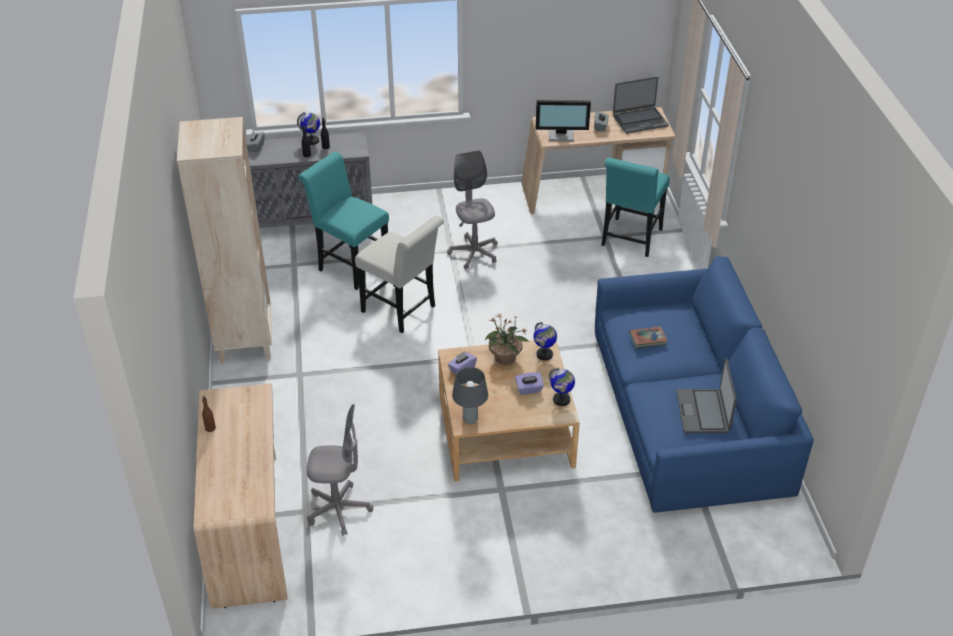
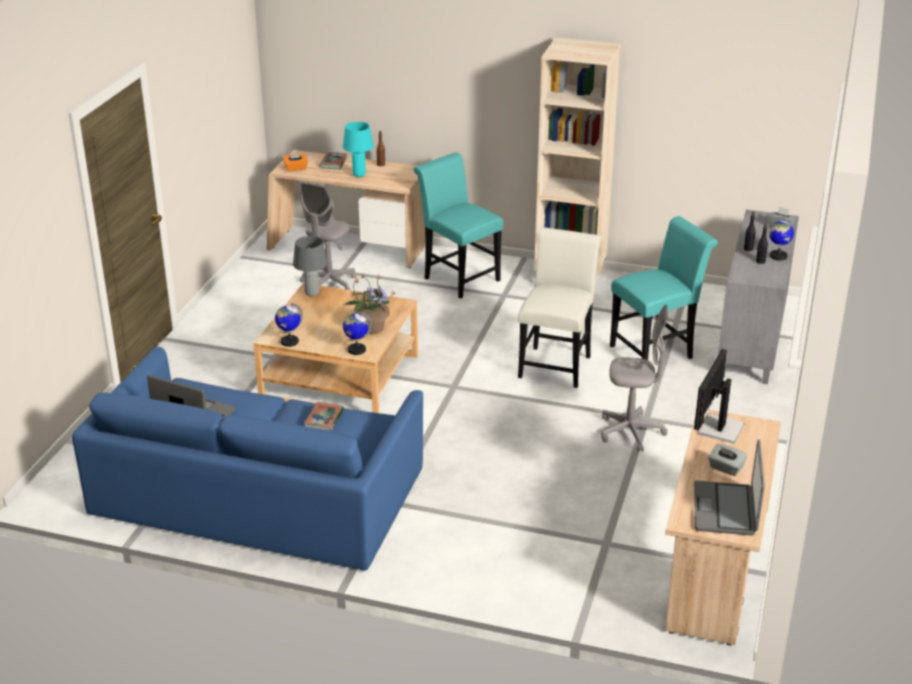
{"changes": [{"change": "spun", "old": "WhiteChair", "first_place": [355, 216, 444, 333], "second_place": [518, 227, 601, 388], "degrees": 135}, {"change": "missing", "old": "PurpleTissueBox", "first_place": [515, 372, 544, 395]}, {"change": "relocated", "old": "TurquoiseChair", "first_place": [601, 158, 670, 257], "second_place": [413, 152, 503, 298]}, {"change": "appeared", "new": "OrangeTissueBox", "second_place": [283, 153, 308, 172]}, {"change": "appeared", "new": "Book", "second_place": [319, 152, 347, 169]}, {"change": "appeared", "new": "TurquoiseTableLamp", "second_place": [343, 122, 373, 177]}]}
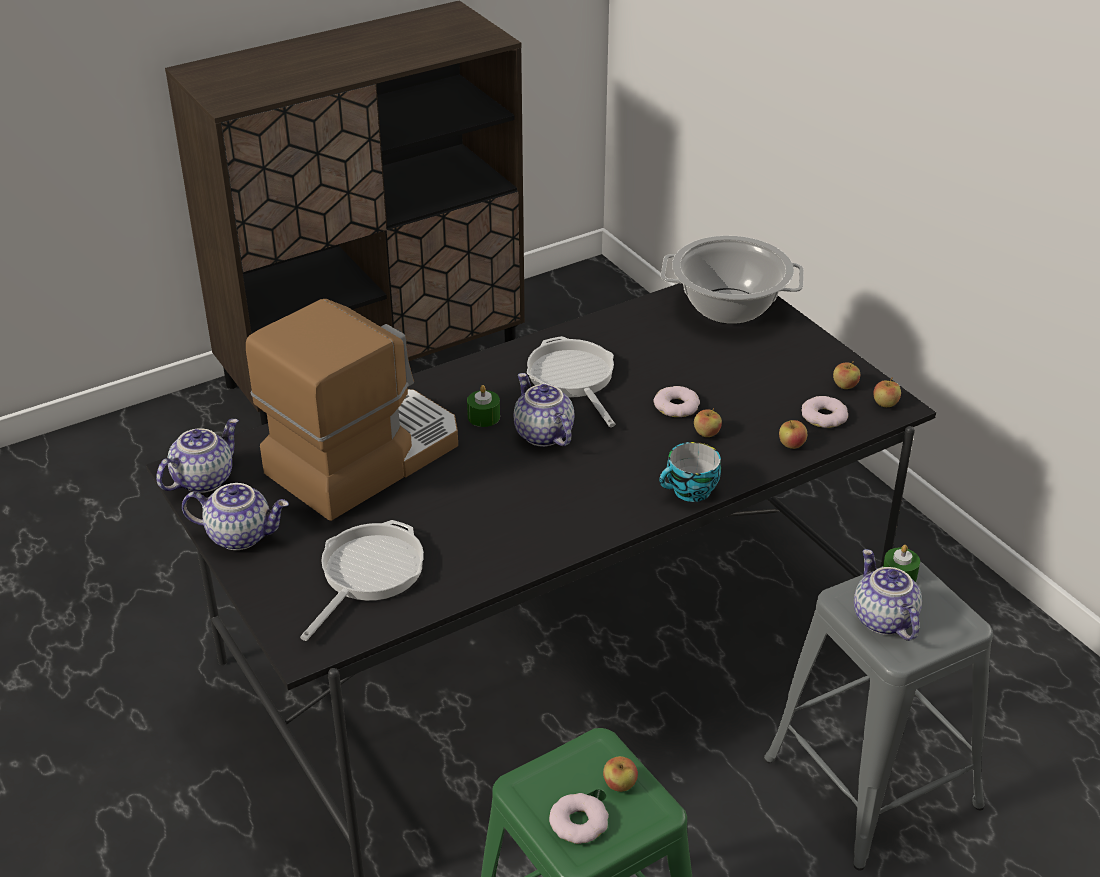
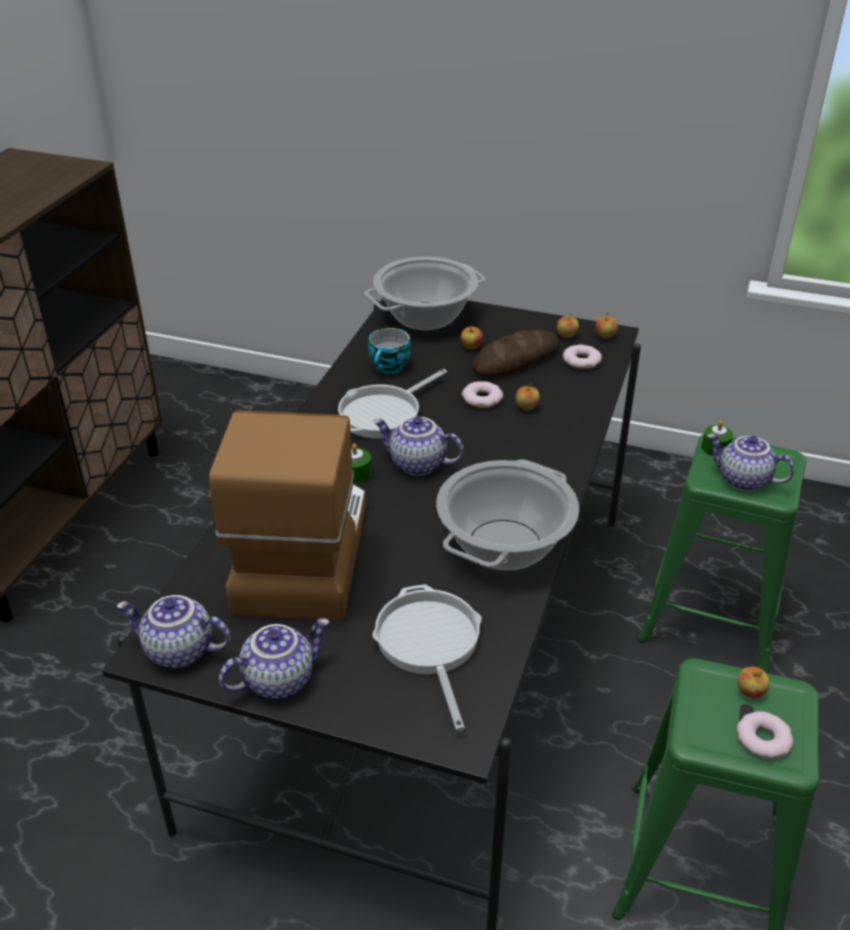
{"changes": [{"change": "spun", "old": "Teapot", "first_place": [156, 419, 239, 493], "second_place": [117, 595, 231, 668], "degrees": -75}, {"change": "spun", "old": "FryingPan", "first_place": [527, 336, 615, 427], "second_place": [338, 369, 447, 439], "degrees": -75}, {"change": "relocated", "old": "Cup", "first_place": [659, 442, 721, 502], "second_place": [368, 328, 411, 374]}, {"change": "colour", "old": "GreyStool", "new": "GreenStool", "first_place": [764, 562, 993, 871], "second_place": [637, 434, 806, 674]}, {"change": "relocated", "old": "Apple", "first_place": [779, 420, 807, 449], "second_place": [461, 326, 483, 349]}, {"change": "appeared", "new": "CookingPot", "second_place": [436, 460, 579, 570]}, {"change": "appeared", "new": "Bread", "second_place": [472, 330, 560, 377]}]}
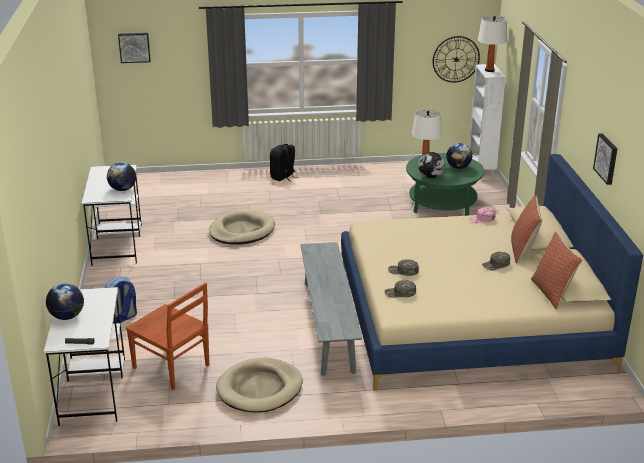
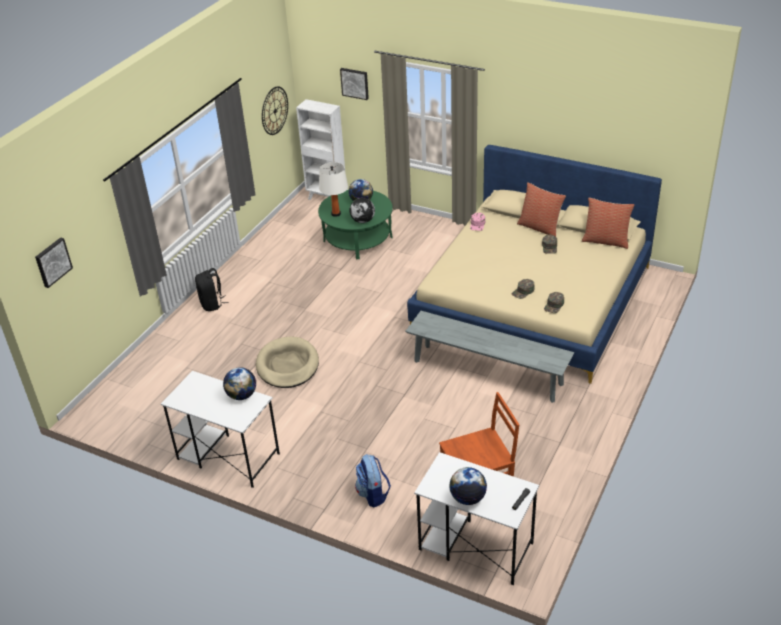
{"changes": [{"change": "missing", "old": "BeigeDogBed", "first_place": [216, 358, 303, 412]}, {"change": "missing", "old": "WhiteTableLamp", "first_place": [478, 15, 507, 72]}, {"change": "relocated", "old": "Picture", "first_place": [593, 133, 617, 185], "second_place": [340, 68, 369, 100]}]}
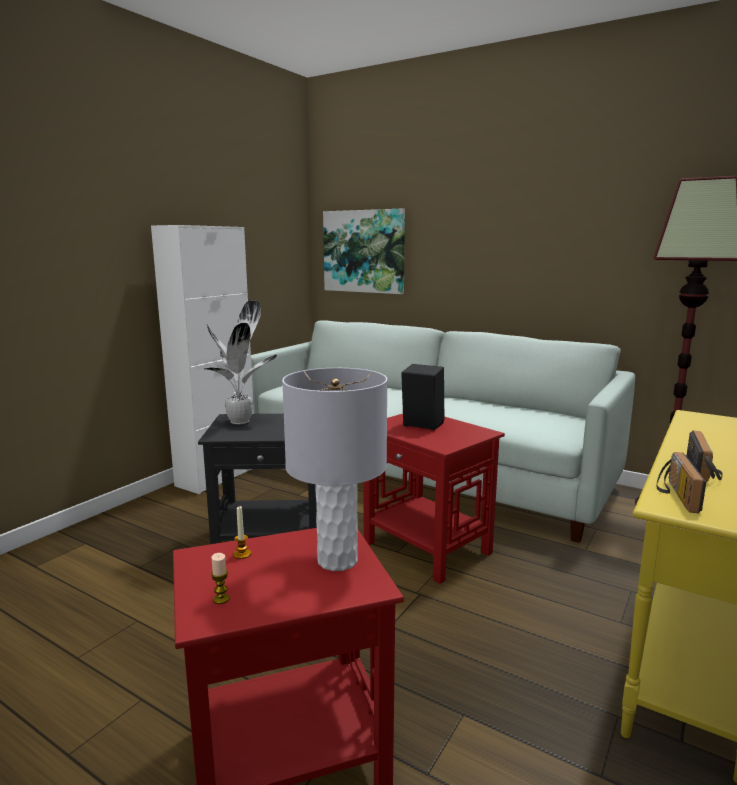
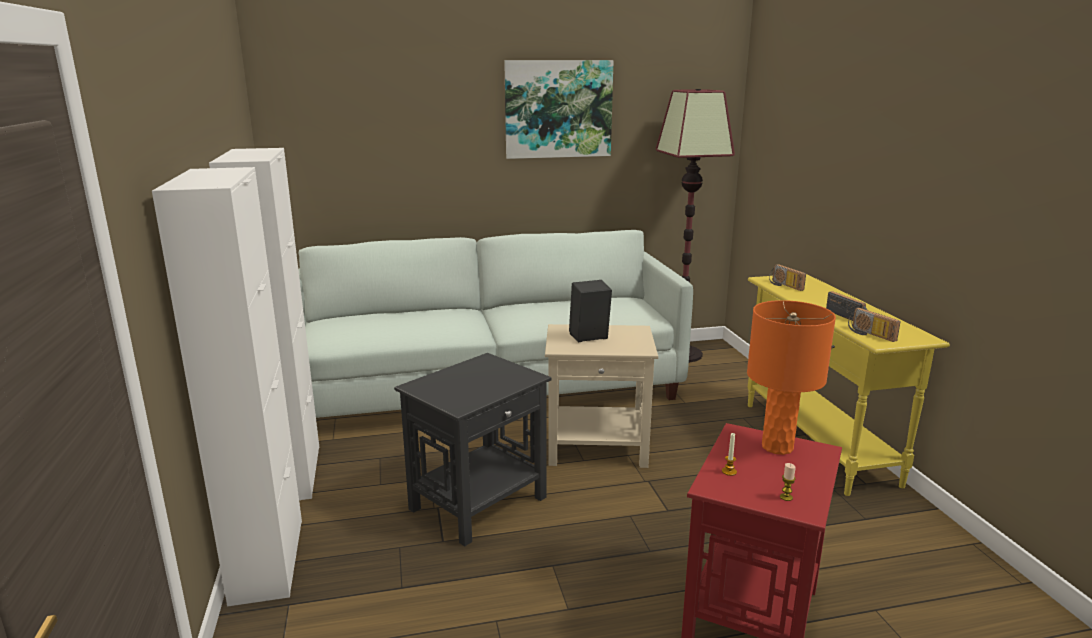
{"changes": [{"change": "missing", "old": "PottedPlant", "first_place": [204, 300, 277, 424]}, {"change": "colour", "old": "GreyTableLamp", "new": "OrangeTableLamp", "first_place": [282, 368, 388, 571], "second_place": [747, 300, 836, 455]}, {"change": "relocated", "old": "Picture", "first_place": [323, 209, 405, 294], "second_place": [504, 60, 614, 159]}, {"change": "colour", "old": "RedSideTable", "new": "BeigeSideTable", "first_place": [364, 414, 505, 584], "second_place": [545, 324, 658, 468]}, {"change": "appeared", "new": "WhiteCabinet", "second_place": [152, 167, 302, 607]}, {"change": "appeared", "new": "Radio", "second_place": [769, 264, 806, 291]}]}
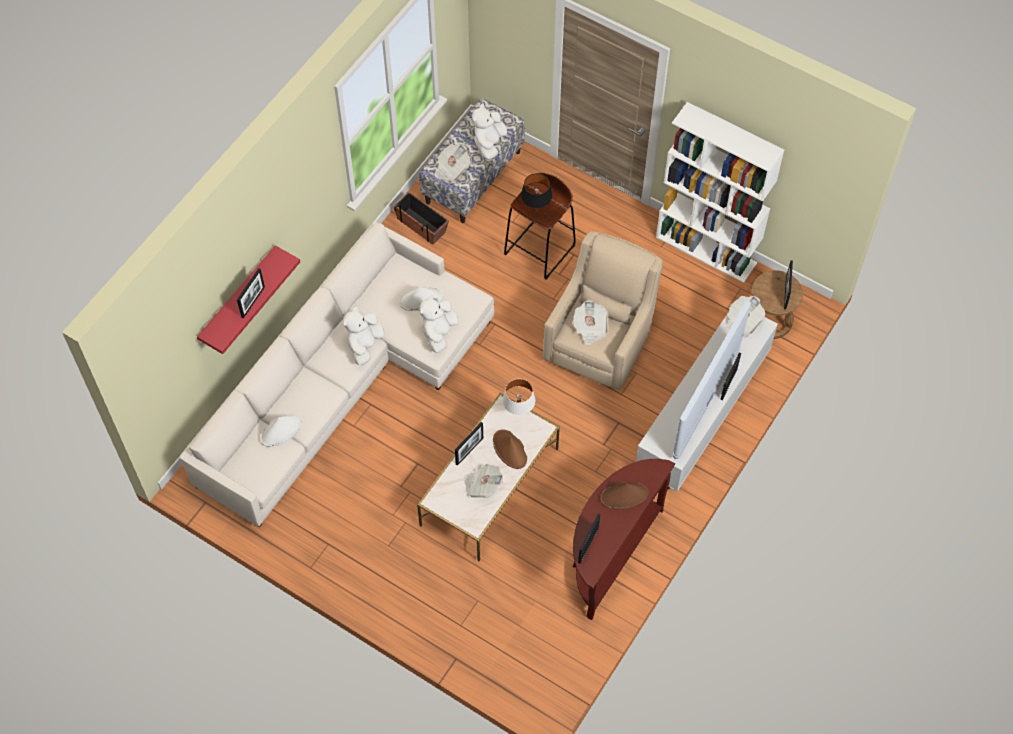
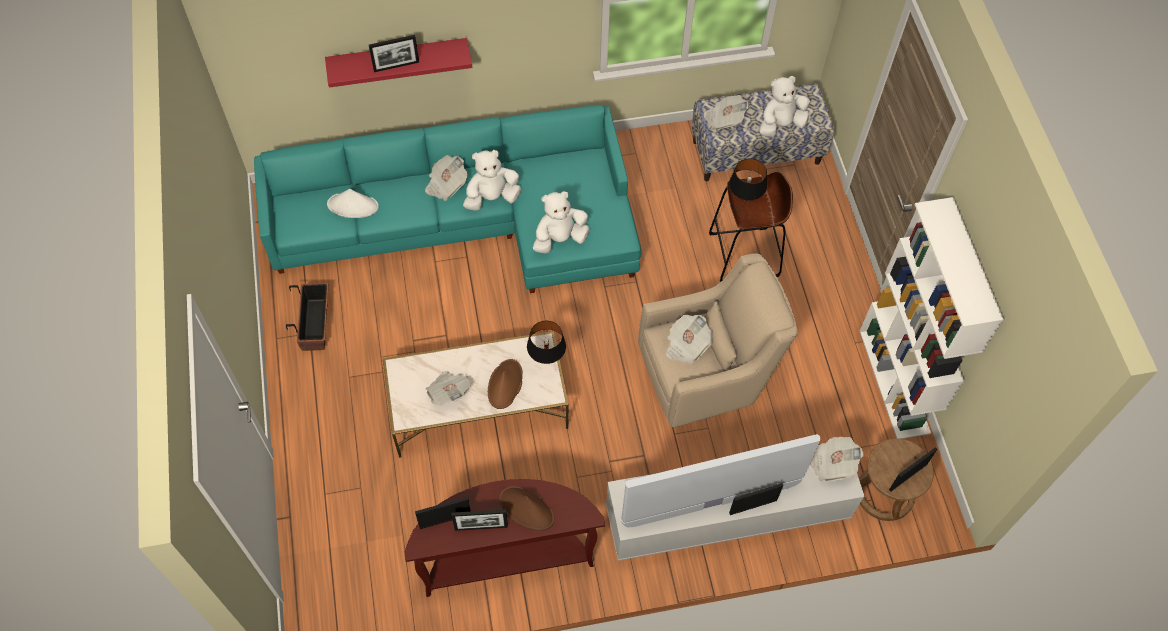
{"changes": [{"change": "colour", "old": "WhiteSofa", "new": "TurquoiseSofa", "first_place": [180, 221, 495, 527], "second_place": [254, 105, 641, 293]}, {"change": "relocated", "old": "Planter", "first_place": [394, 192, 449, 245], "second_place": [286, 283, 328, 351]}, {"change": "missing", "old": "WhiteHat", "first_place": [399, 287, 444, 311]}, {"change": "relocated", "old": "PictureFrame", "first_place": [455, 422, 483, 466], "second_place": [451, 509, 508, 531]}, {"change": "colour", "old": "WhiteTableLamp", "new": "BlackTableLamp", "first_place": [502, 379, 535, 415], "second_place": [527, 321, 566, 364]}, {"change": "appeared", "new": "Newspaper", "second_place": [425, 155, 467, 201]}]}
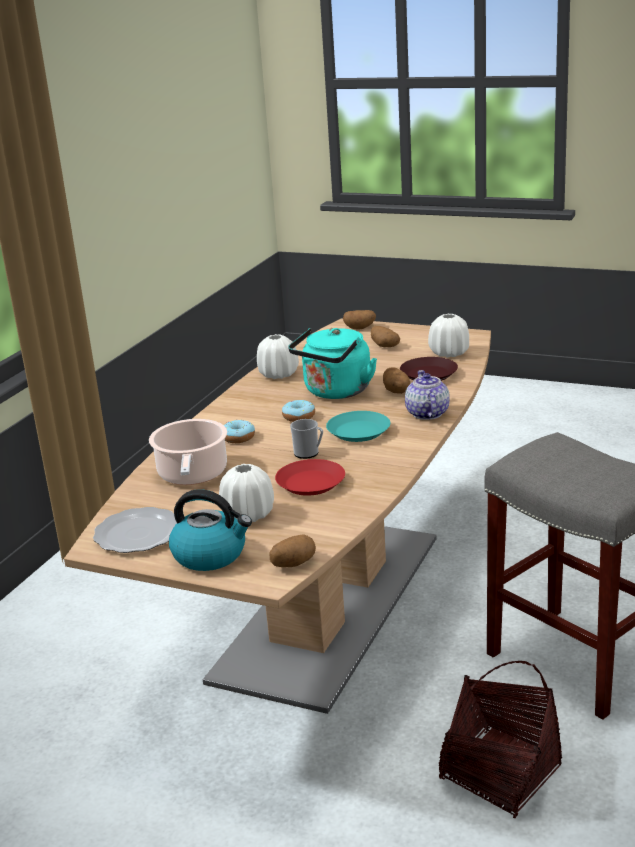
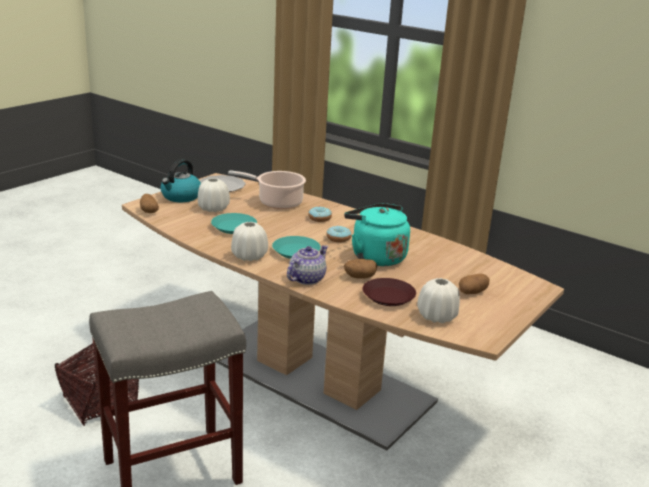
{"changes": [{"change": "relocated", "old": "WhiteVase", "first_place": [257, 334, 299, 379], "second_place": [231, 222, 268, 261]}, {"change": "colour", "old": "RedPlate", "new": "TurquoisePlate", "first_place": [275, 459, 345, 496], "second_place": [211, 213, 257, 234]}, {"change": "missing", "old": "Mug", "first_place": [290, 419, 323, 459]}, {"change": "missing", "old": "Potato", "first_place": [343, 310, 376, 330]}, {"change": "spun", "old": "Teapot", "first_place": [405, 370, 450, 420], "second_place": [287, 245, 328, 285], "degrees": -60}]}
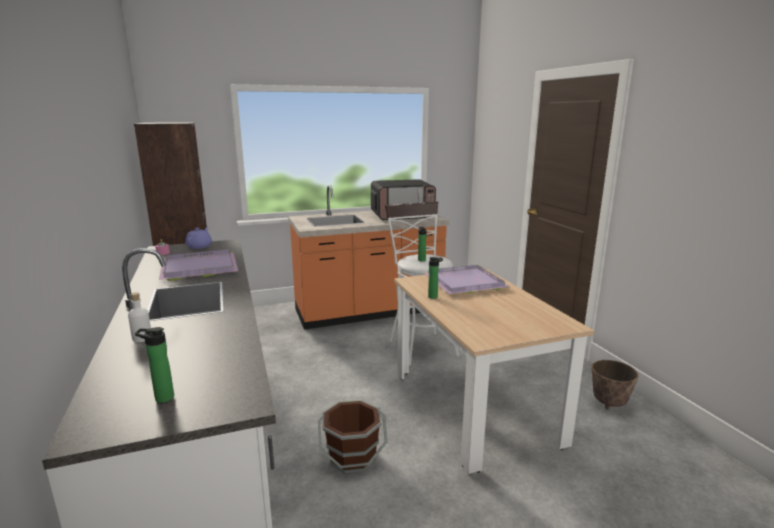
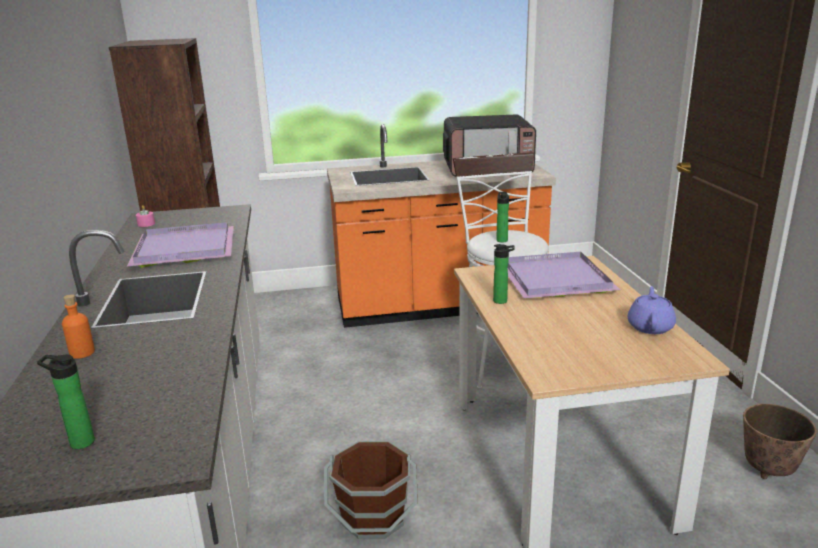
{"changes": [{"change": "colour", "old": "WhiteBottle", "new": "OrangeBottle", "first_place": [128, 292, 151, 342], "second_place": [62, 294, 95, 359]}, {"change": "relocated", "old": "PurpleTeapot", "first_place": [185, 227, 212, 249], "second_place": [628, 286, 676, 334]}]}
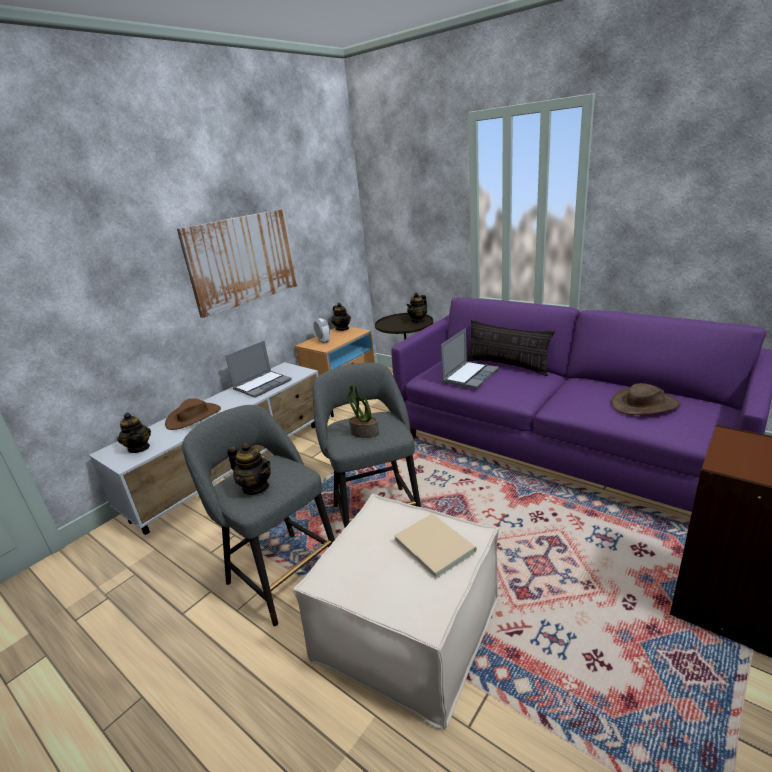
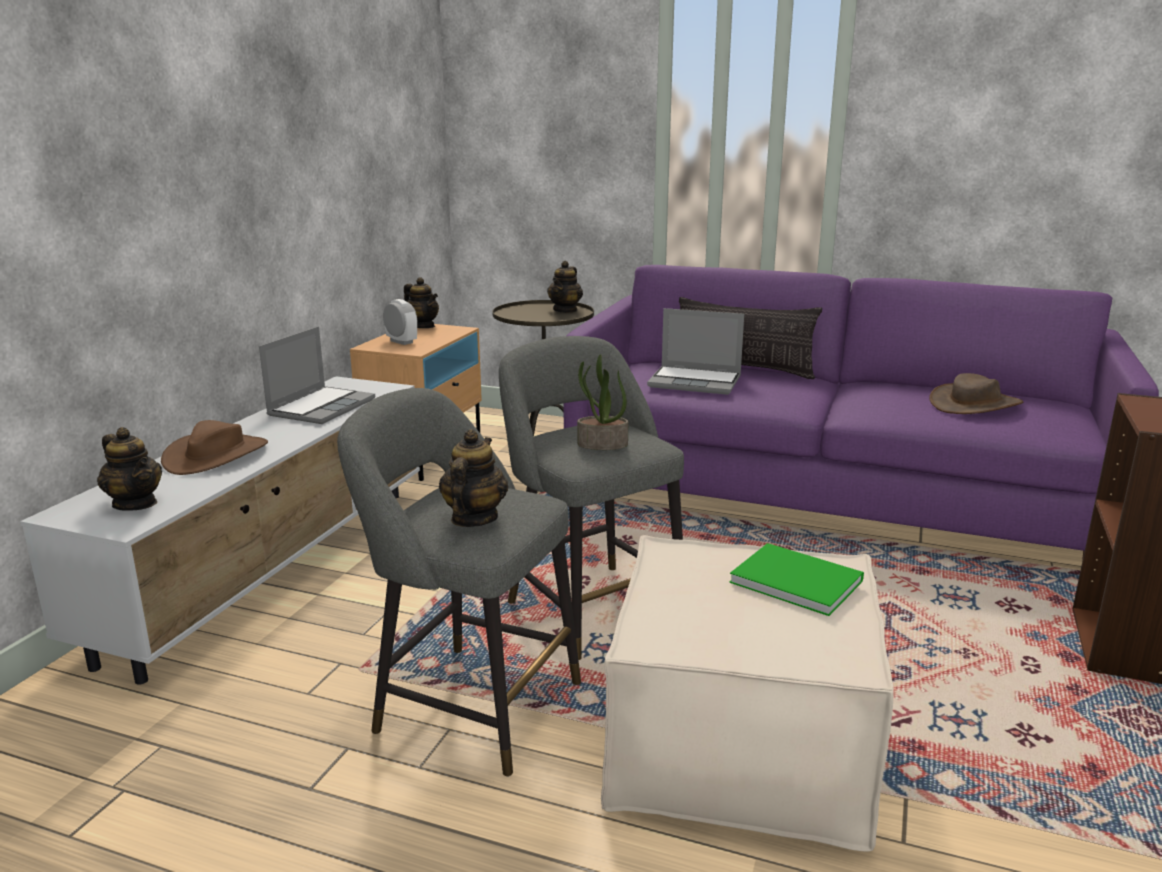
{"changes": [{"change": "missing", "old": "Picture", "first_place": [177, 209, 298, 318]}, {"change": "spun", "old": "Teapot", "first_place": [227, 443, 271, 495], "second_place": [439, 429, 508, 527], "degrees": -90}, {"change": "colour", "old": "BeigeBook", "new": "GreenBook", "first_place": [394, 514, 477, 578], "second_place": [730, 543, 864, 616]}, {"change": "spun", "old": "Laptop", "first_place": [441, 328, 499, 389], "second_place": [647, 308, 744, 395], "degrees": 90}]}
